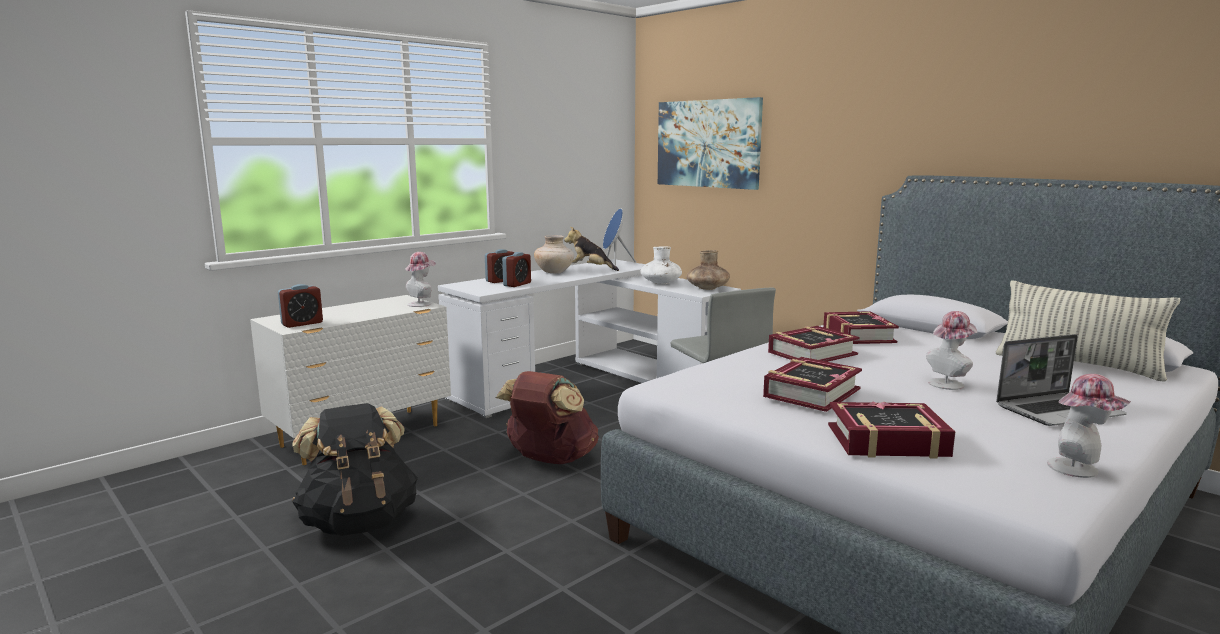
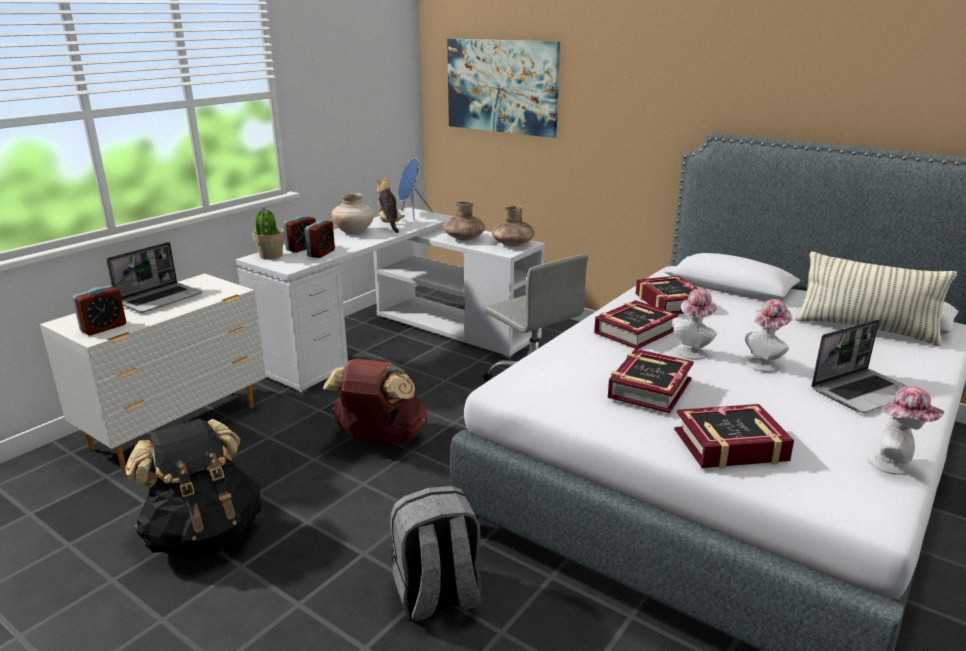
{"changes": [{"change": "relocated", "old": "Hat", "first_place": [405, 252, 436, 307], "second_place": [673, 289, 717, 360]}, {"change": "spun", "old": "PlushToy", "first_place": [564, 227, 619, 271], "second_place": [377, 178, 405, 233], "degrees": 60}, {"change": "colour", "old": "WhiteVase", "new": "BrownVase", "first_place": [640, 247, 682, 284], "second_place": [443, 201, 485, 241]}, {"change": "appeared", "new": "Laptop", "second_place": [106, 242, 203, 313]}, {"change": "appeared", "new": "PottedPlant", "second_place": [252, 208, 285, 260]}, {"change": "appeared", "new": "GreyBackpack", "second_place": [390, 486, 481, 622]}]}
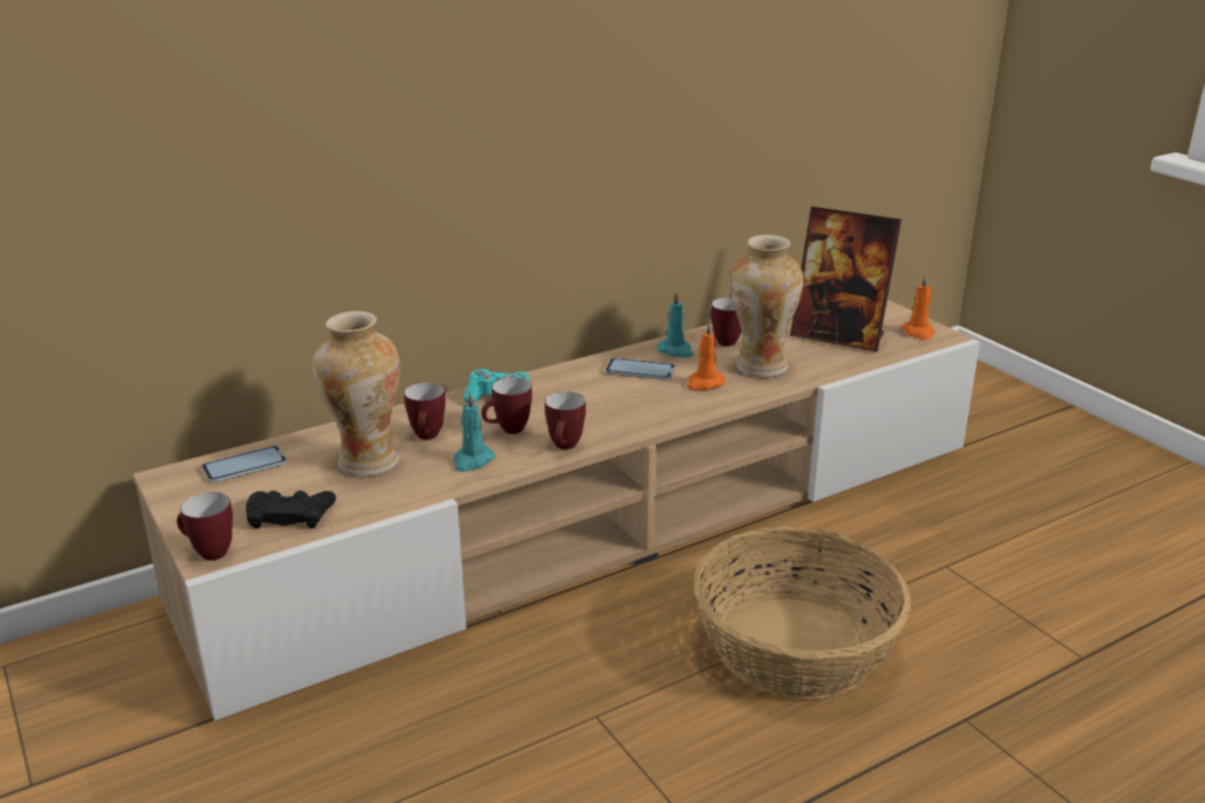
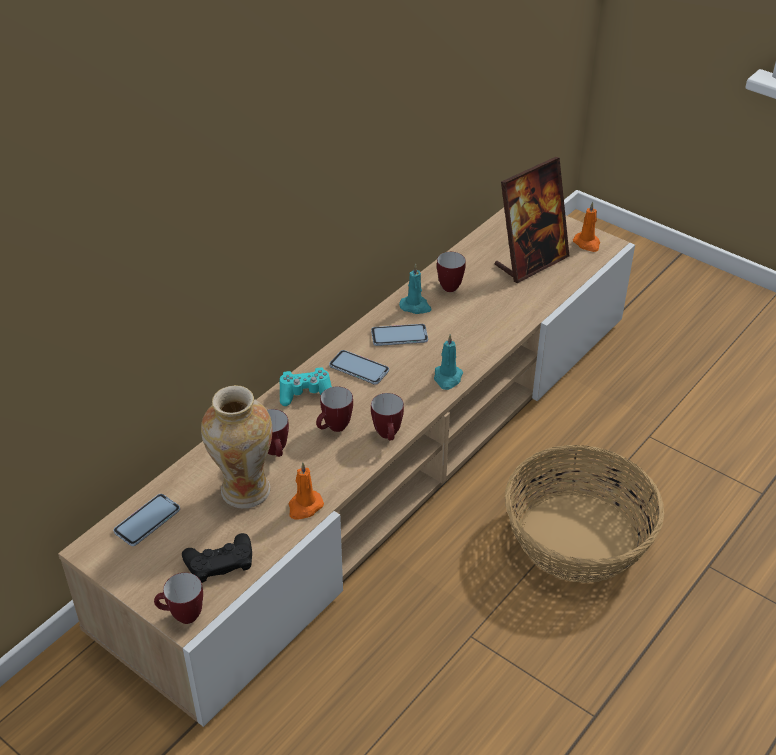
{"changes": [{"change": "relocated", "old": "TurquoiseCandle", "first_place": [453, 392, 495, 472], "second_place": [434, 334, 463, 390]}, {"change": "relocated", "old": "OrangeCandle", "first_place": [686, 322, 725, 391], "second_place": [289, 462, 324, 520]}, {"change": "missing", "old": "Vase", "first_place": [730, 235, 803, 377]}, {"change": "spun", "old": "PictureFrame", "first_place": [790, 206, 902, 352], "second_place": [495, 157, 569, 283], "degrees": -45}, {"change": "appeared", "new": "Phone", "second_place": [329, 350, 389, 385]}]}
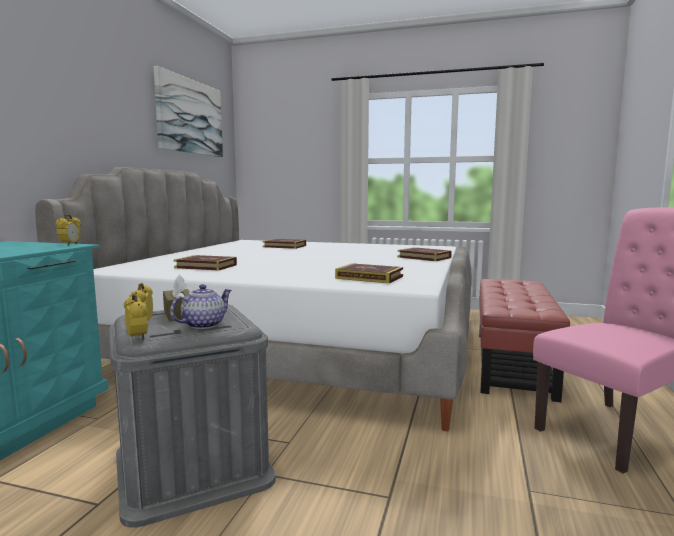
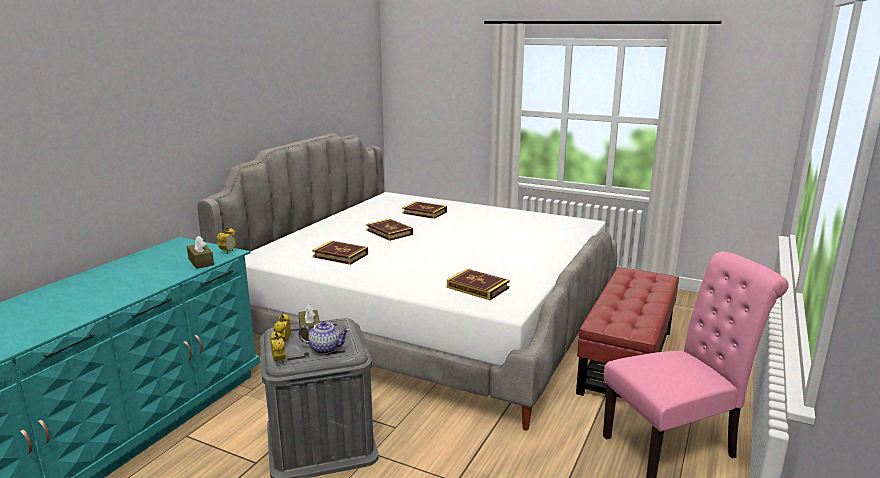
{"changes": [{"change": "missing", "old": "Picture", "first_place": [154, 66, 223, 157]}, {"change": "spun", "old": "Teapot", "first_place": [170, 284, 232, 329], "second_place": [299, 321, 350, 354], "degrees": 45}, {"change": "relocated", "old": "Book", "first_place": [398, 247, 452, 261], "second_place": [366, 219, 413, 241]}, {"change": "appeared", "new": "BrownTissueBox", "second_place": [187, 236, 214, 269]}]}
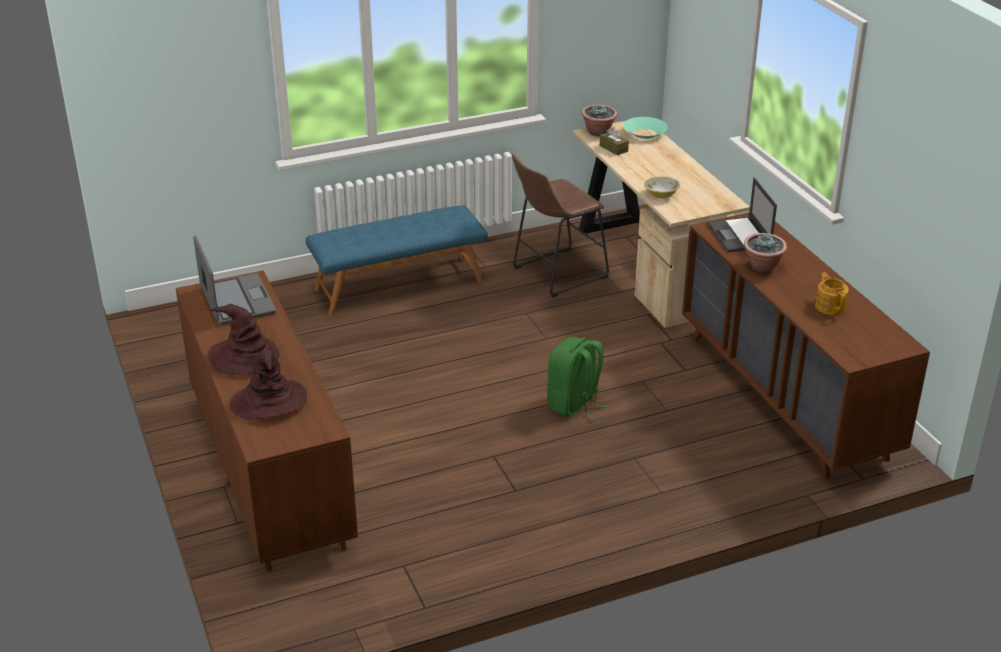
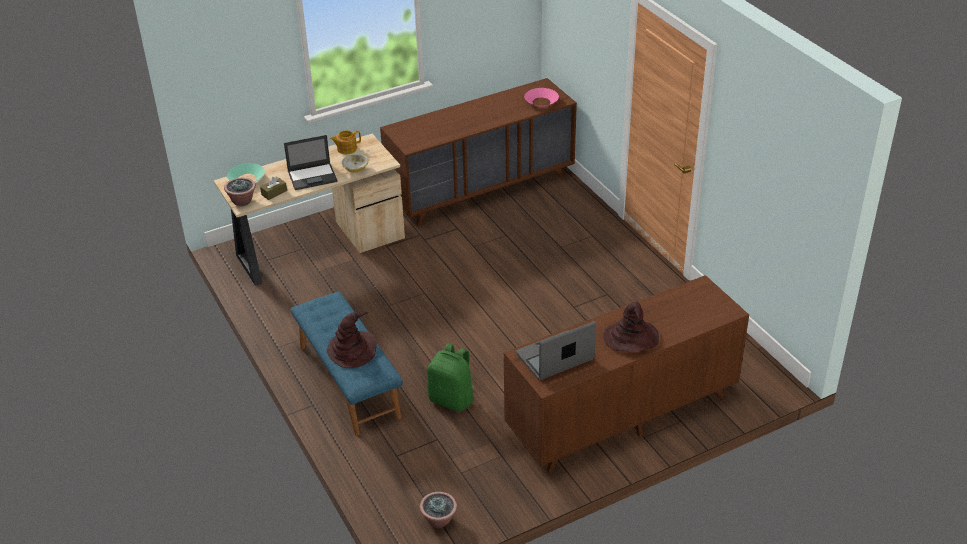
{"changes": [{"change": "relocated", "old": "BrownHat", "first_place": [229, 349, 307, 420], "second_place": [327, 312, 377, 368]}, {"change": "missing", "old": "BrownStool", "first_place": [512, 154, 609, 298]}, {"change": "relocated", "old": "GreenBackpack", "first_place": [547, 337, 608, 420], "second_place": [427, 343, 474, 412]}, {"change": "relocated", "old": "Laptop", "first_place": [707, 177, 777, 252], "second_place": [284, 135, 338, 190]}, {"change": "relocated", "old": "PottedPlant", "first_place": [744, 233, 787, 272], "second_place": [420, 492, 457, 528]}, {"change": "relocated", "old": "Teapot", "first_place": [815, 272, 849, 315], "second_place": [330, 130, 361, 154]}, {"change": "appeared", "new": "PinkBowl", "second_place": [524, 88, 559, 107]}]}
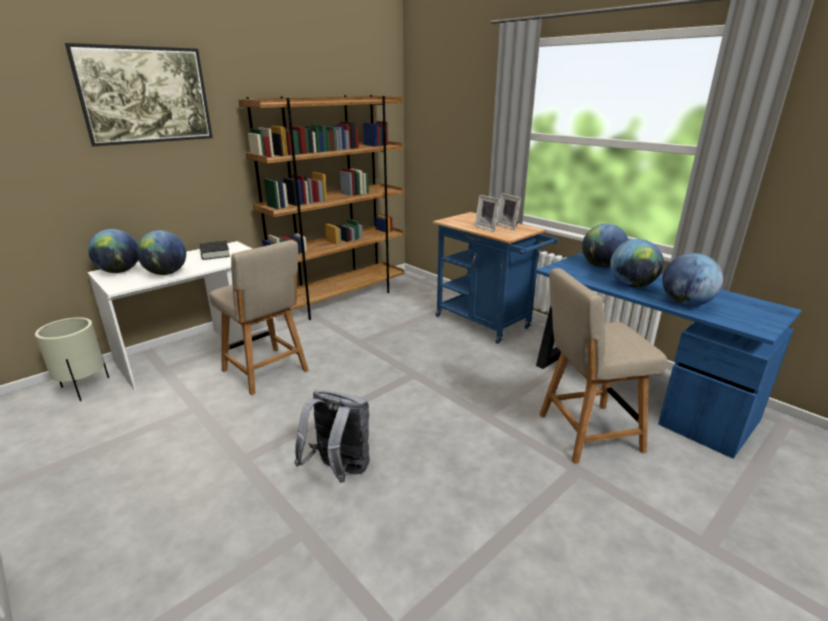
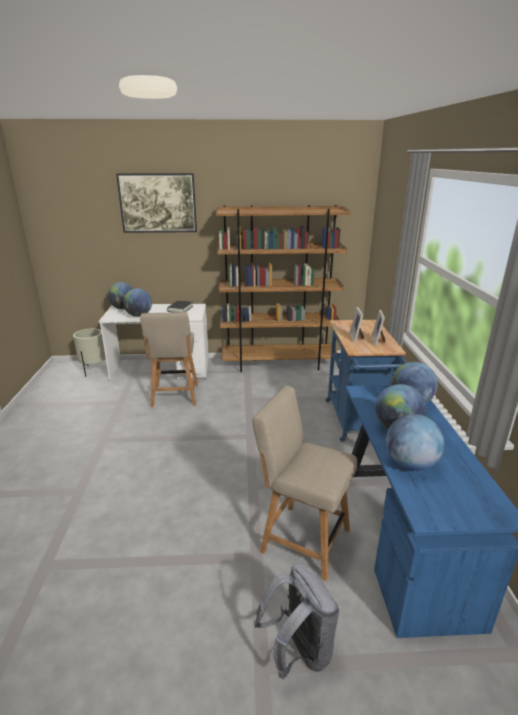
{"changes": [{"change": "relocated", "old": "GreyBackpack", "first_place": [294, 390, 370, 483], "second_place": [254, 563, 339, 680]}]}
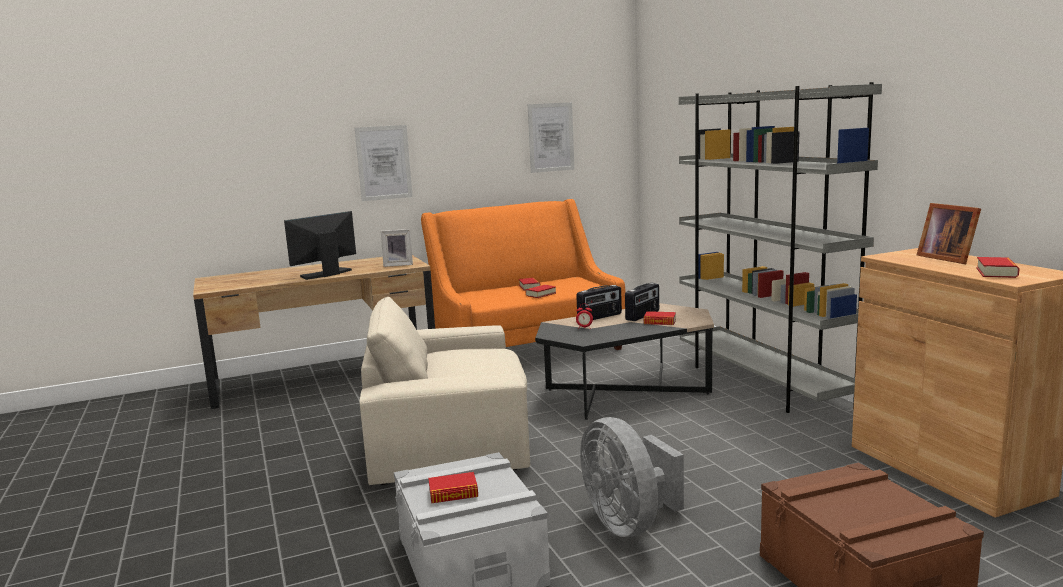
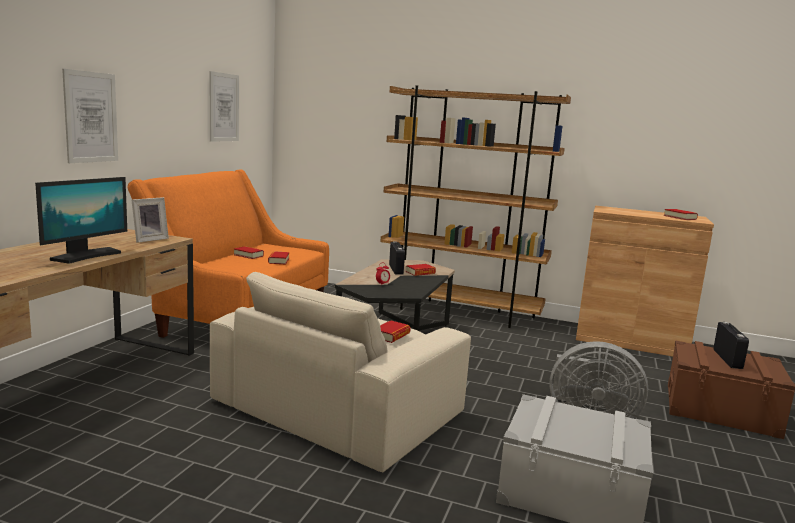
{"changes": [{"change": "spun", "old": "Monitor", "first_place": [284, 211, 356, 280], "second_place": [35, 177, 127, 264], "degrees": -150}, {"change": "relocated", "old": "Book", "first_place": [428, 472, 478, 503], "second_place": [380, 320, 411, 343]}, {"change": "relocated", "old": "Radio", "first_place": [576, 285, 622, 320], "second_place": [713, 322, 749, 369]}, {"change": "colour", "old": "GreyBookcase", "new": "BrownBookcase", "first_place": [679, 82, 882, 413], "second_place": [381, 85, 571, 328]}, {"change": "missing", "old": "PictureFrame", "first_place": [917, 203, 981, 264]}]}
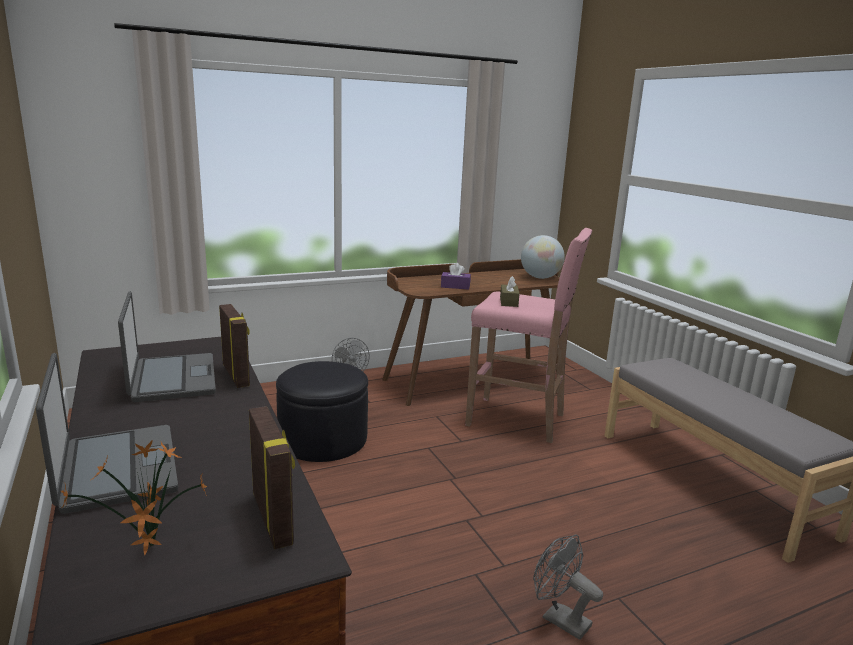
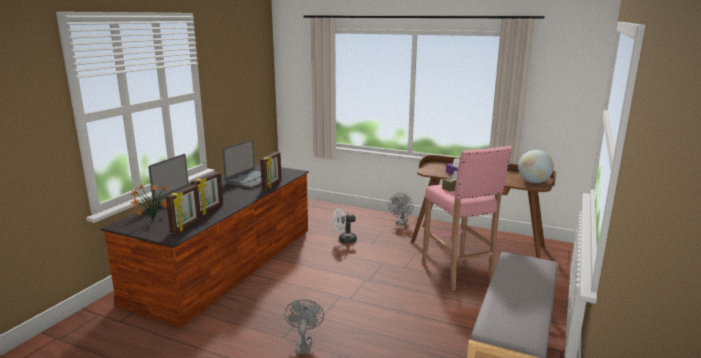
{"changes": [{"change": "exchanged", "old": "BlackOttoman", "new": "WhiteFan", "first_place": [276, 361, 368, 462], "second_place": [333, 208, 357, 244]}, {"change": "appeared", "new": "PictureFrame", "second_place": [191, 172, 223, 215]}]}
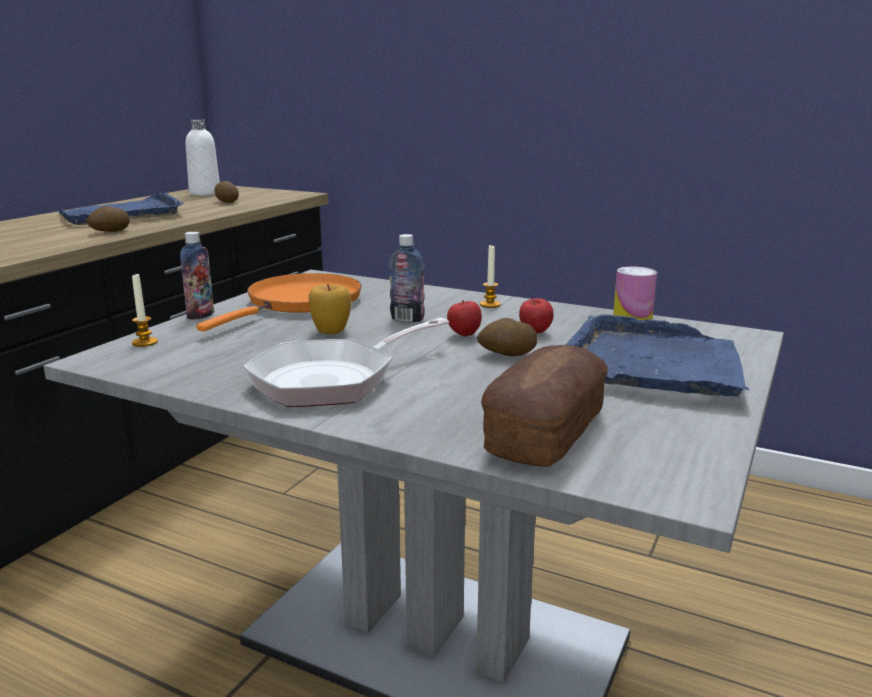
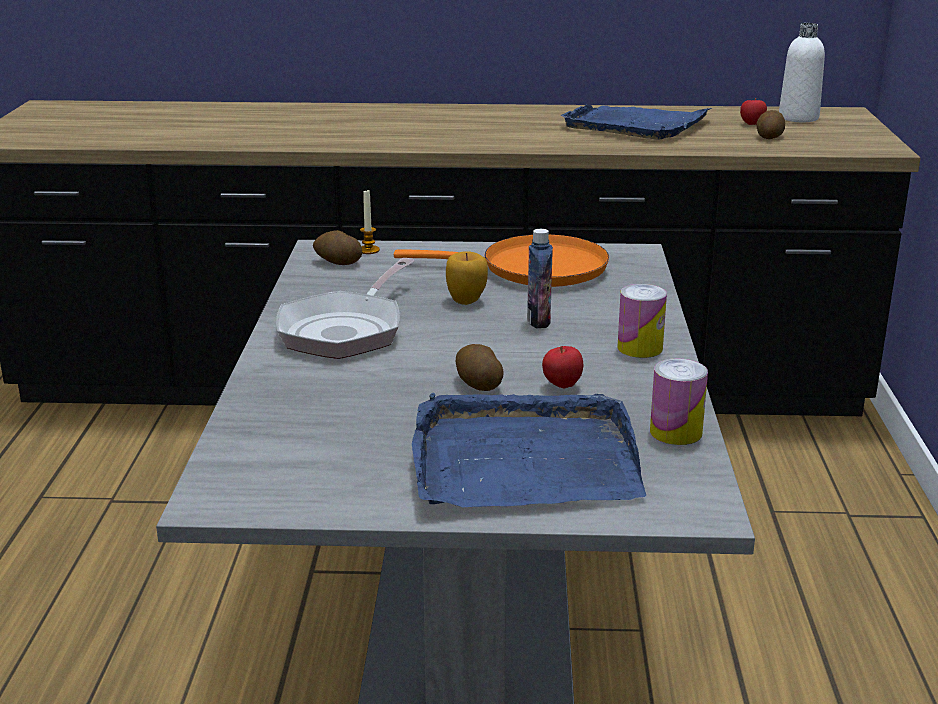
{"changes": [{"change": "relocated", "old": "Potato", "first_place": [87, 206, 130, 232], "second_place": [313, 230, 362, 265]}, {"change": "missing", "old": "Bottle", "first_place": [180, 232, 214, 320]}, {"change": "spun", "old": "FryingPan", "first_place": [243, 318, 449, 407], "second_place": [276, 258, 415, 359], "degrees": -90}, {"change": "relocated", "old": "Apple", "first_place": [447, 300, 482, 336], "second_place": [740, 98, 767, 125]}, {"change": "exchanged", "old": "Candle", "new": "Can", "first_place": [480, 245, 501, 308], "second_place": [617, 284, 667, 358]}, {"change": "missing", "old": "Bread", "first_place": [481, 345, 608, 467]}]}
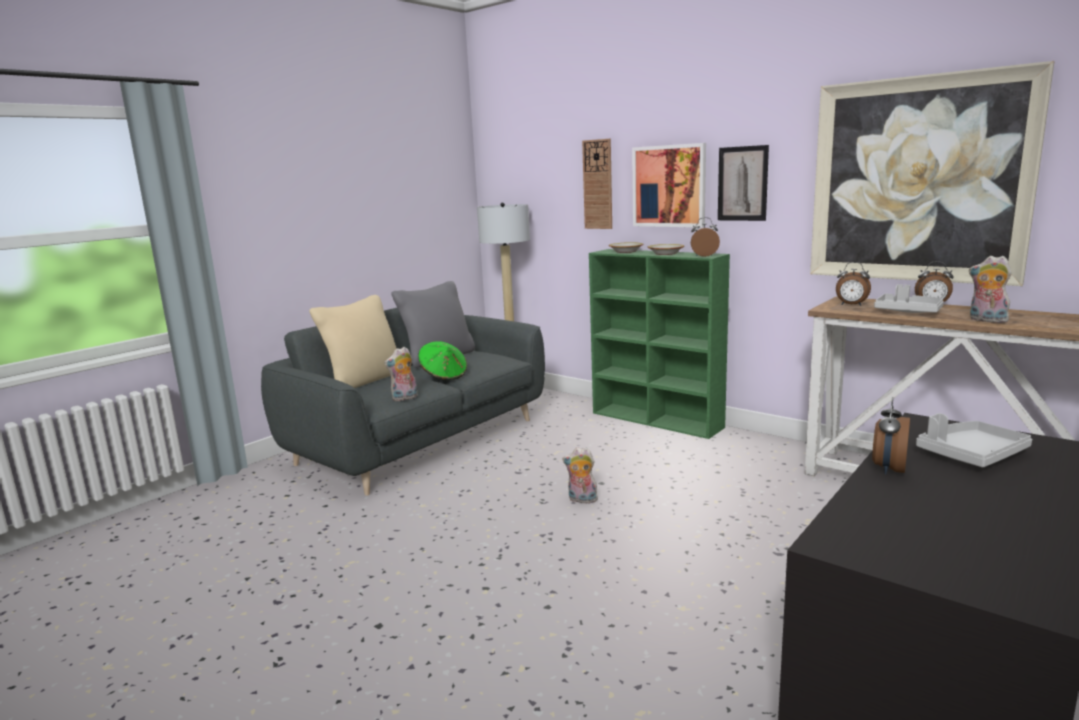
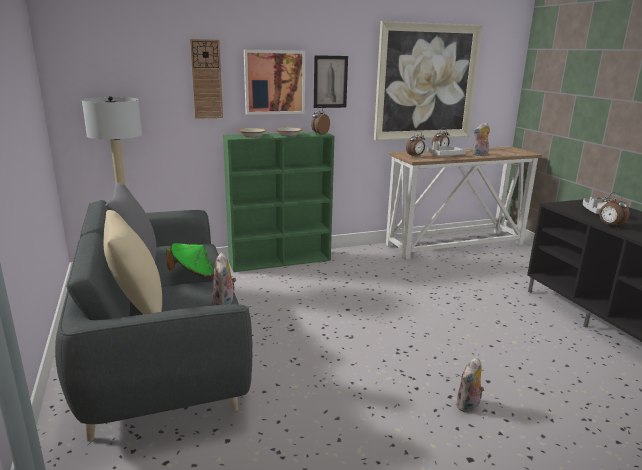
{"changes": [{"change": "relocated", "old": "PlushToy", "first_place": [562, 448, 598, 503], "second_place": [455, 357, 484, 412]}]}
